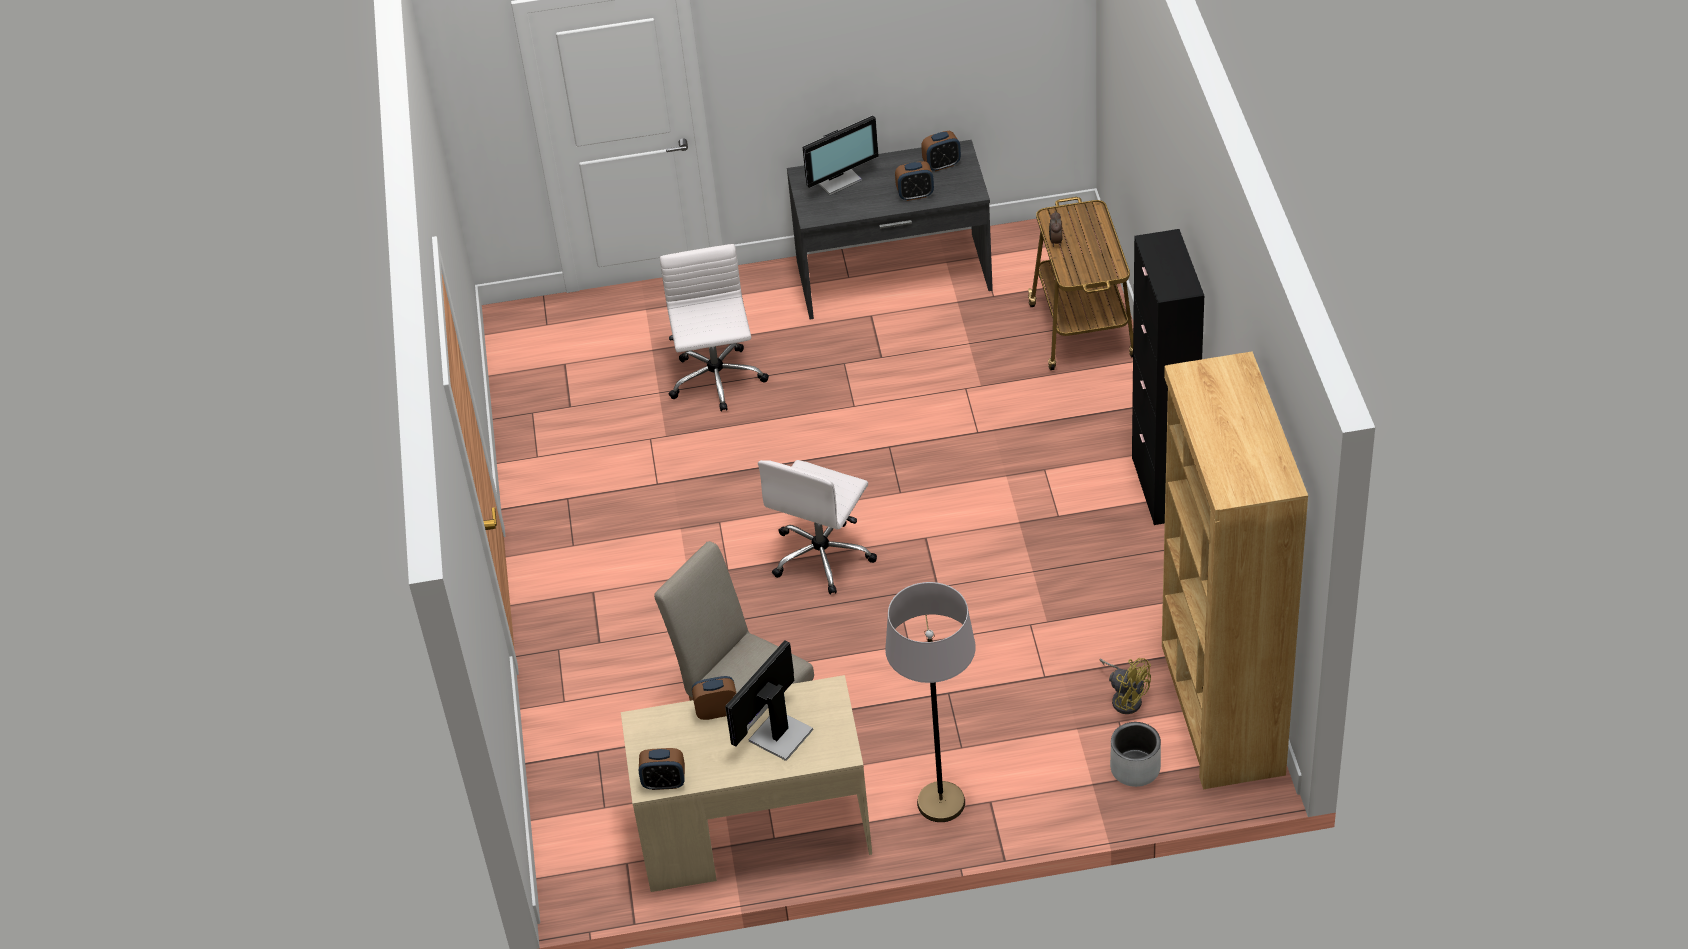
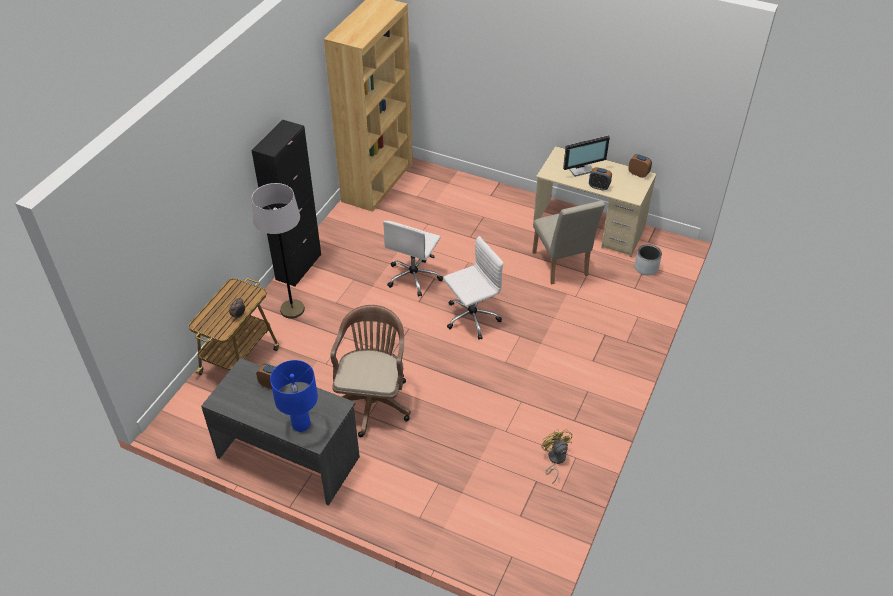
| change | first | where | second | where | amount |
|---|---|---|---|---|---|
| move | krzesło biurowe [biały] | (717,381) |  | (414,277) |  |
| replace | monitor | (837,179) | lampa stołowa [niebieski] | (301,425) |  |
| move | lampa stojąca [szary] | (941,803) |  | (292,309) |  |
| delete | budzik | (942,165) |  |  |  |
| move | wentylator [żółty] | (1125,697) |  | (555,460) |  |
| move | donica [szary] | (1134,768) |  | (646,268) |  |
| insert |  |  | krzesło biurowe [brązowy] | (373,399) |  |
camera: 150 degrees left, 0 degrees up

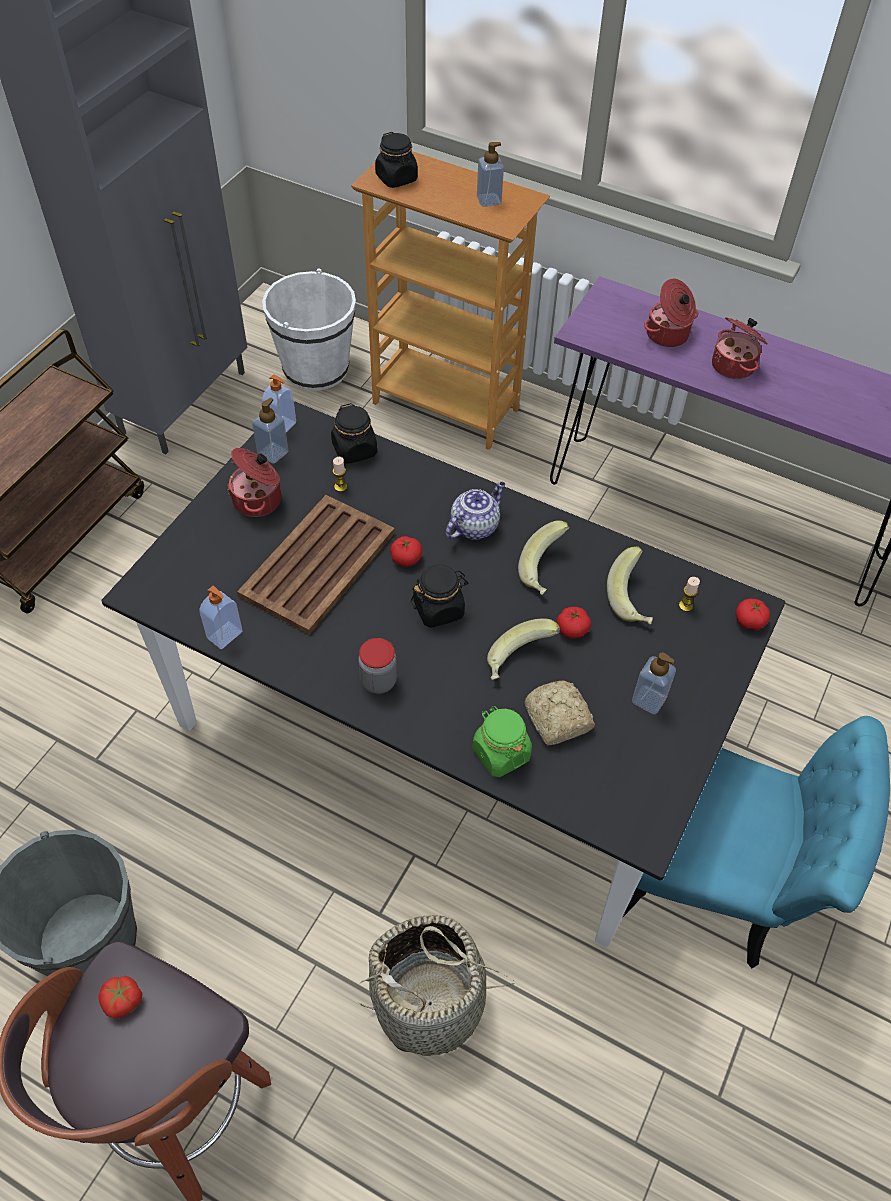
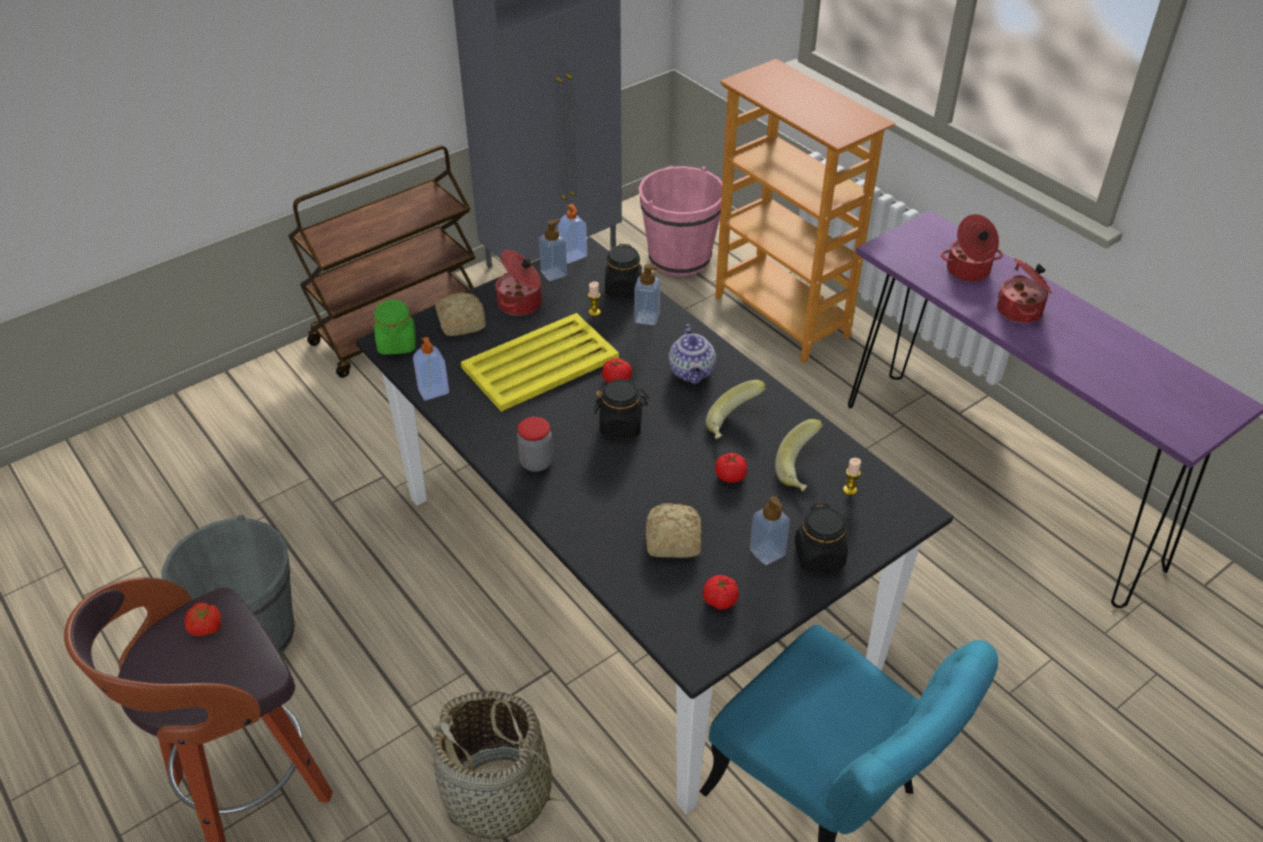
| change | first | where | second | where | amount |
|---|---|---|---|---|---|
| recolor | taca [brązowy] | (319,563) | taca [żółty] | (542,362) |  |
| recolor | wiadro [biały] | (316,368) | wiadro [różowy] | (679,258) |  |
| move | słoik [czarny] | (396,178) |  | (819,556) |  |
| rotate | imbryk | (475,526) |  | (692,373) | 105 degrees clockwise |
| move | słoik [zielony] | (500,753) |  | (397,344) |  |
| move | dozownik mydła | (489,200) |  | (647,318) |  |
| delete | banan | (519,662) |  |  |  |
| move | pomidor | (749,621) |  | (720,600) |  |
| insert |  |  | chleb | (462,321) |  |
camera: 25 degrees right, 10 degrees down

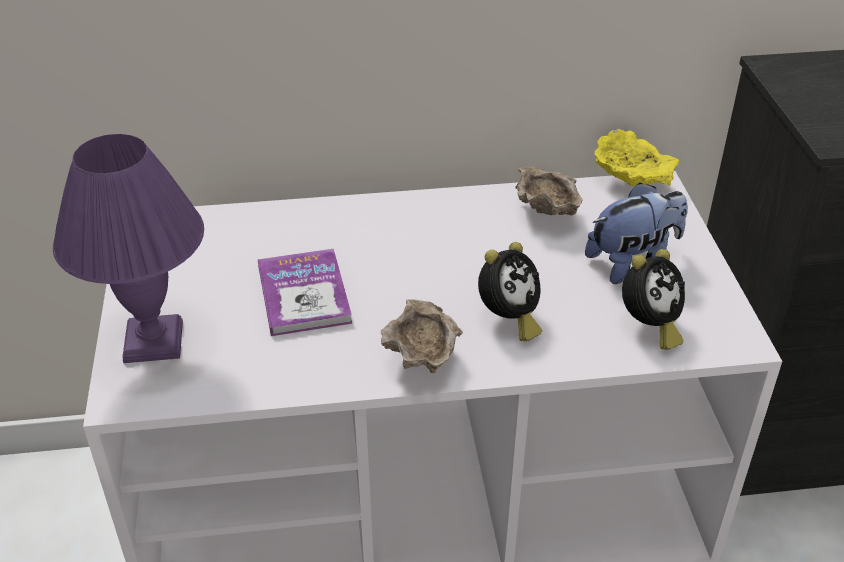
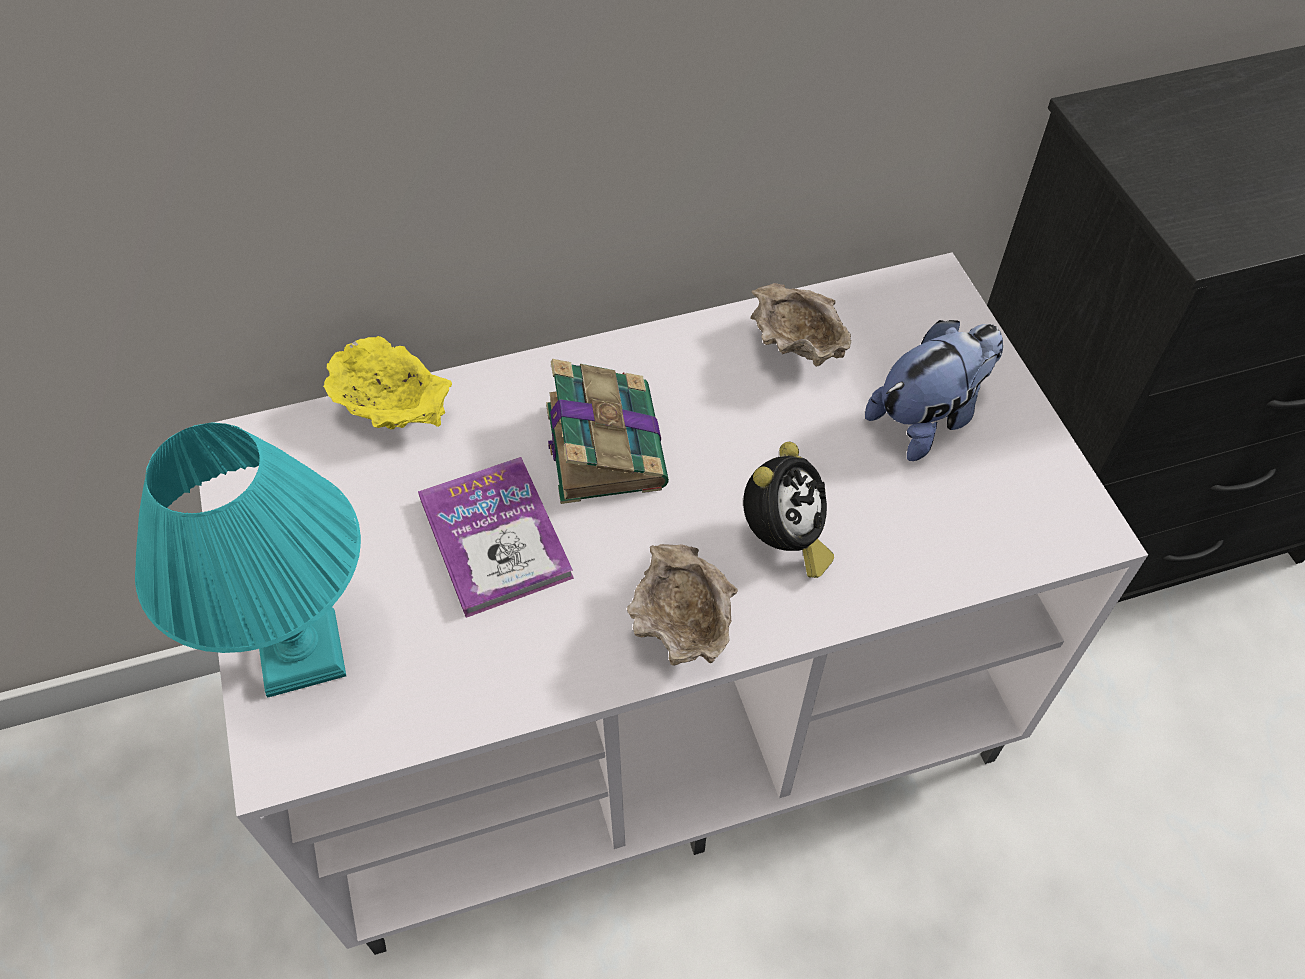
| change | first | where | second | where | amount |
|---|---|---|---|---|---|
| recolor | lampa stołowa [fioletowy] | (154,343) | lampa stołowa [turkusowy] | (303,654) |  |
| move | miska [żółty] | (631,183) |  | (395,414) |  |
| delete | budzik | (649,327) |  |  |  |
| insert |  |  | książka | (604,443) |  |
camera: 10 degrees left, 15 degrees up

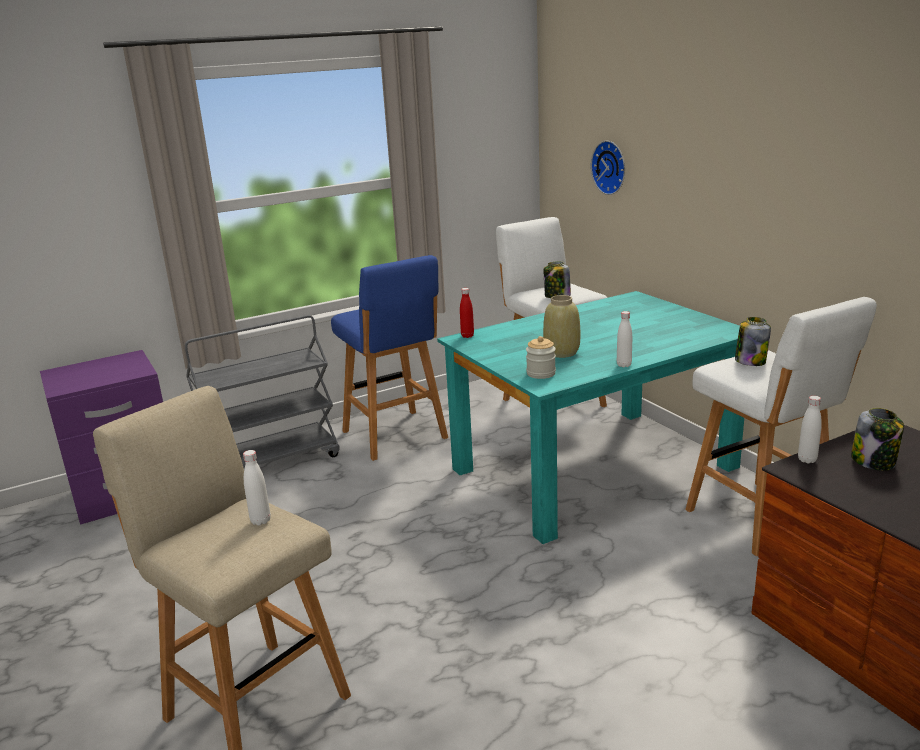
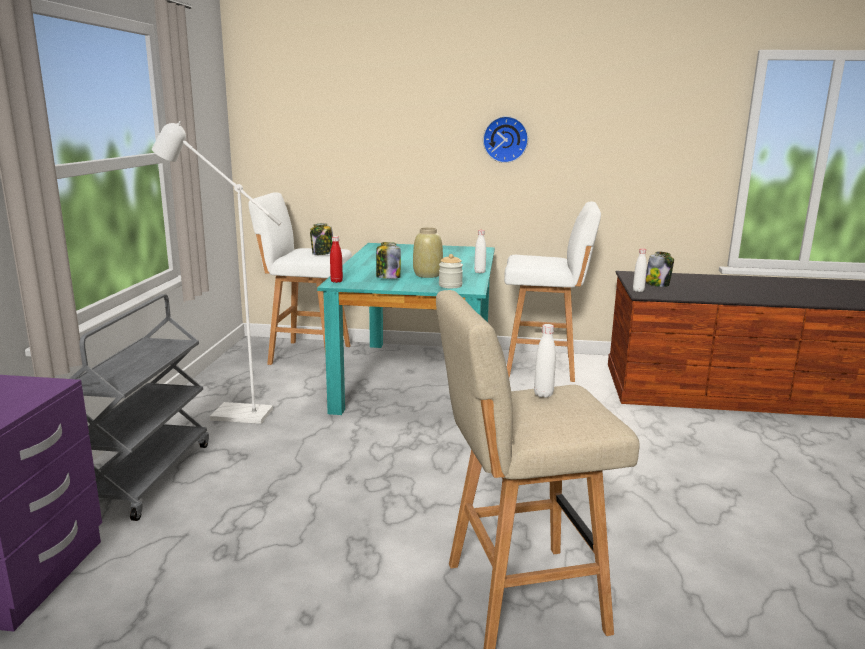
| change | first | where | second | where | amount |
|---|---|---|---|---|---|
| replace | stołek [niebieski] | (396,436) | lampa stojąca [biały] | (231,414) |  |
| move | zegar ścienny | (611,167) |  | (505,139) |  |
| move | słoik | (750,361) |  | (388,277) |  |
camera: 55 degrees left, 5 degrees down

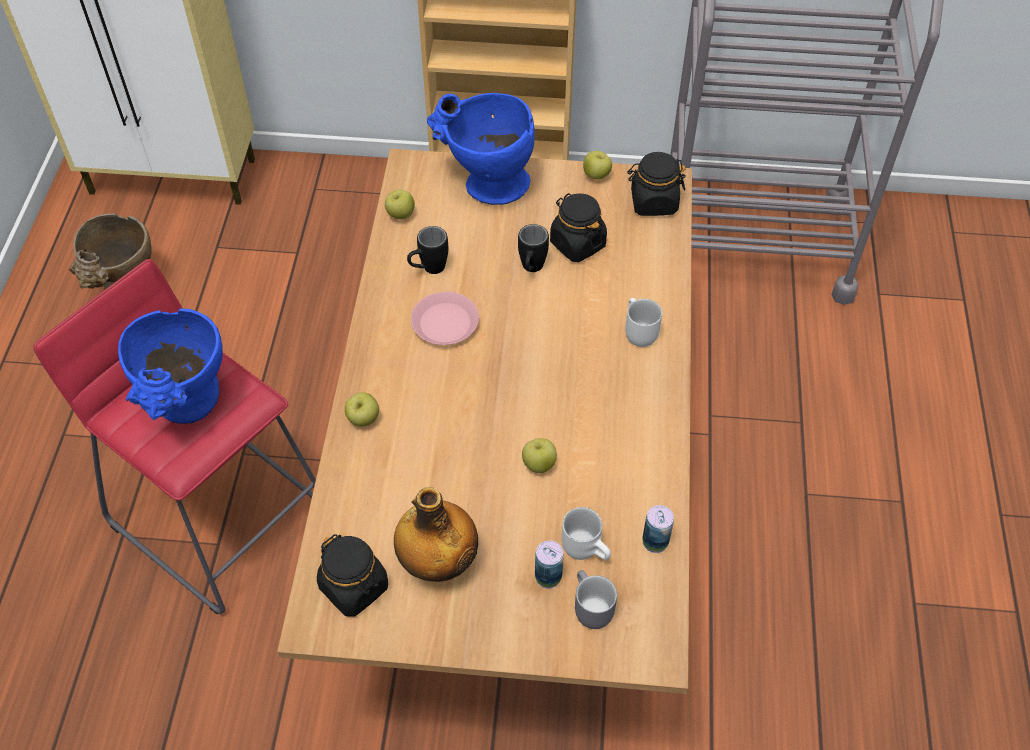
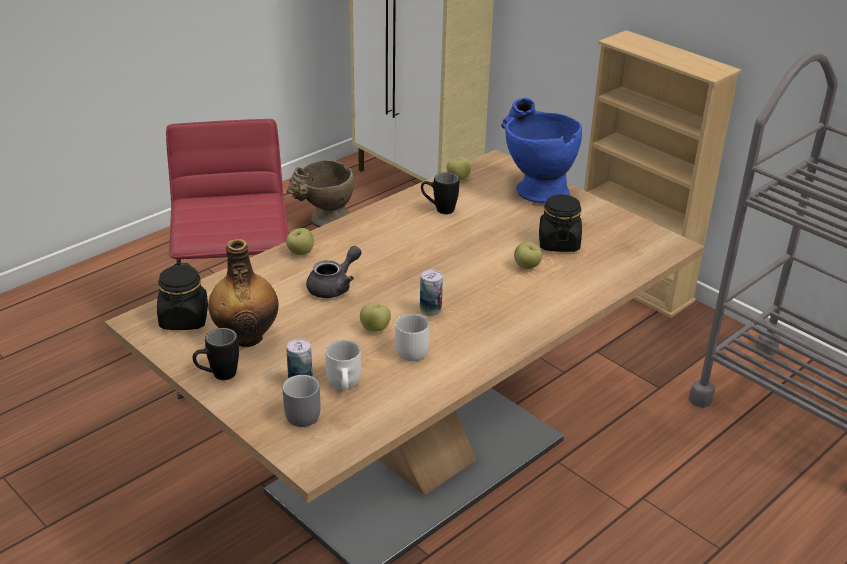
| change | first | where | second | where | amount |
|---|---|---|---|---|---|
| delete | wazon [niebieski] | (188,407) |  |  |  |
| delete | talerz [różowy] | (445,323) |  |  |  |
| move | kubek [czarny] | (531,270) |  | (217,376) |  |
| move | jabłko | (596,175) |  | (527,267) |  |
| move | kubek [biały] | (636,332) |  | (411,349) |  |
| delete | słoik [czarny] | (653,202) |  |  |  |
| move | puszka | (655,542) |  | (430,310) |  |
| insert |  |  | imbryk [szary] | (334,287) |  |
camera: 40 degrees right, 20 degrees down

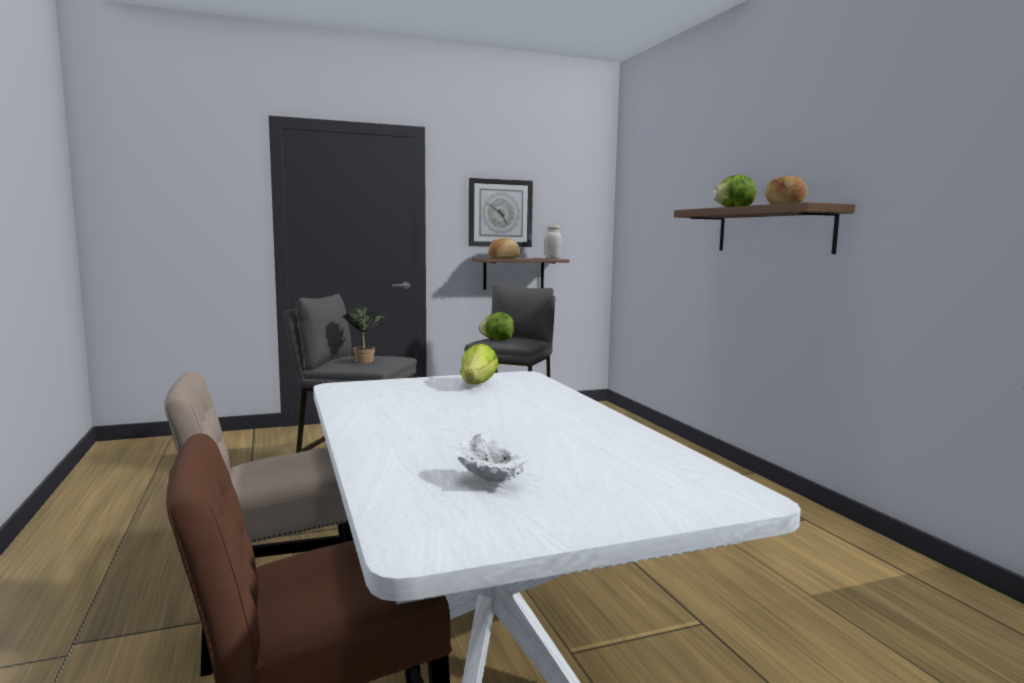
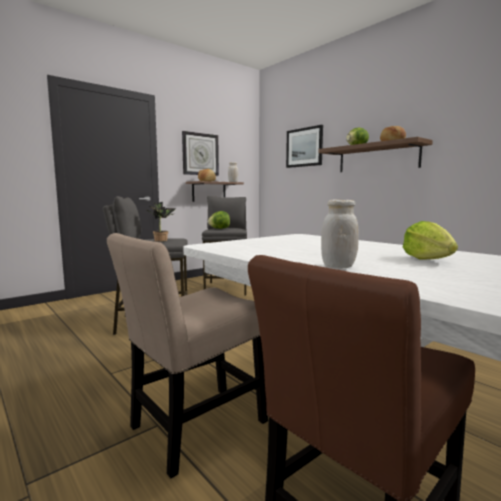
| change | first | where | second | where | amount |
|---|---|---|---|---|---|
| delete | miska [biały] | (490,482) |  |  |  |
| move | sałata | (477,384) |  | (428,259) |  |
| insert |  |  | obraz | (304,147) |  |
| insert |  |  | słoik [biały] | (338,266) |  |
camera: 20 degrees left, 0 degrees up

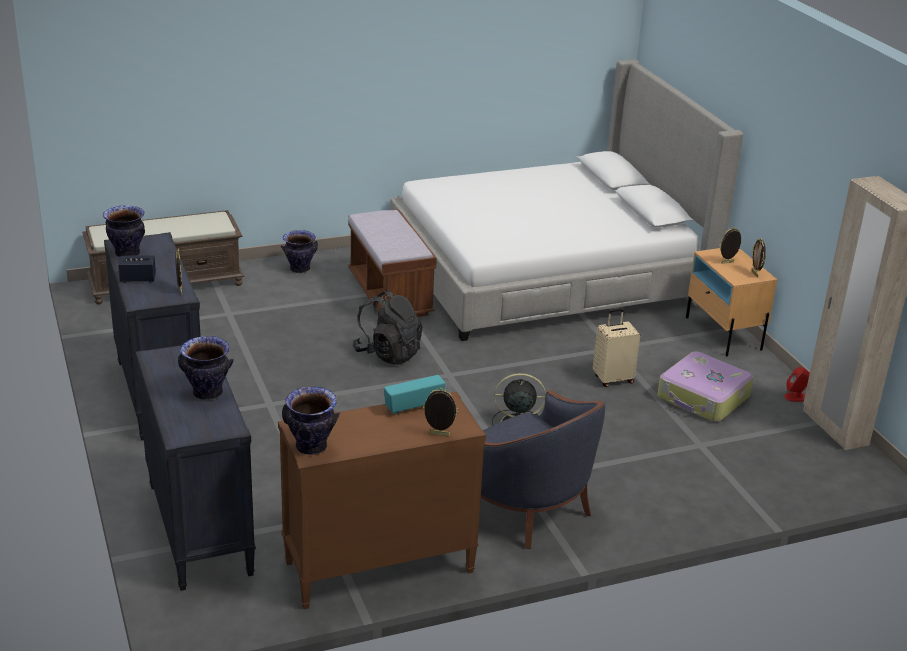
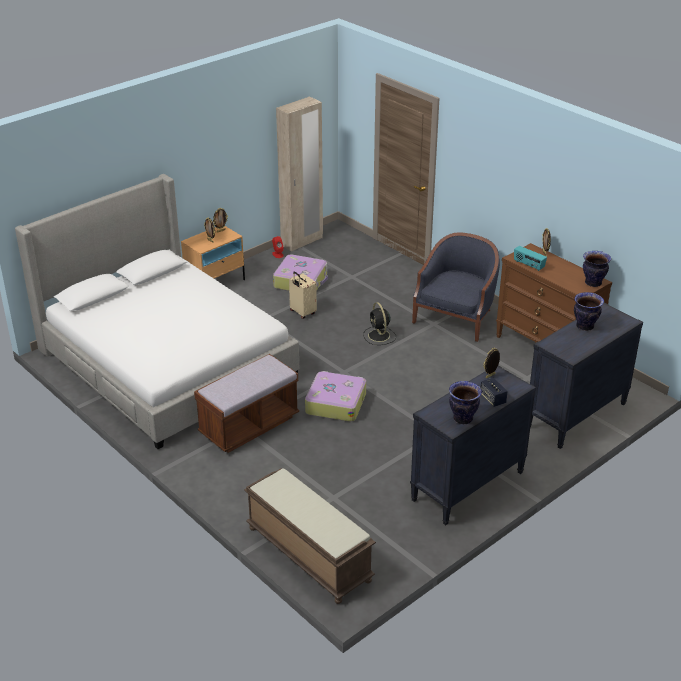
| change | first | where | second | where | amount |
|---|---|---|---|---|---|
| delete | wazon | (299,269) |  |  |  |
| replace | plecak [czarny] | (388,353) | walizka | (335,403) |  |
camera: 110 degrees left, 5 degrees up

